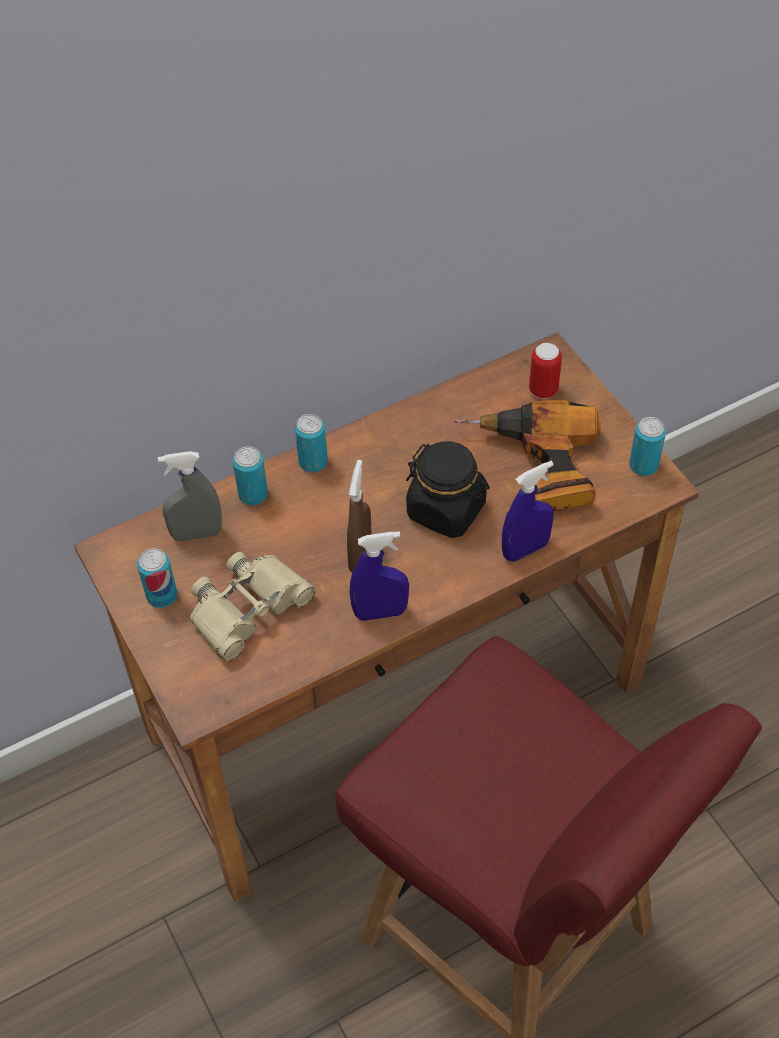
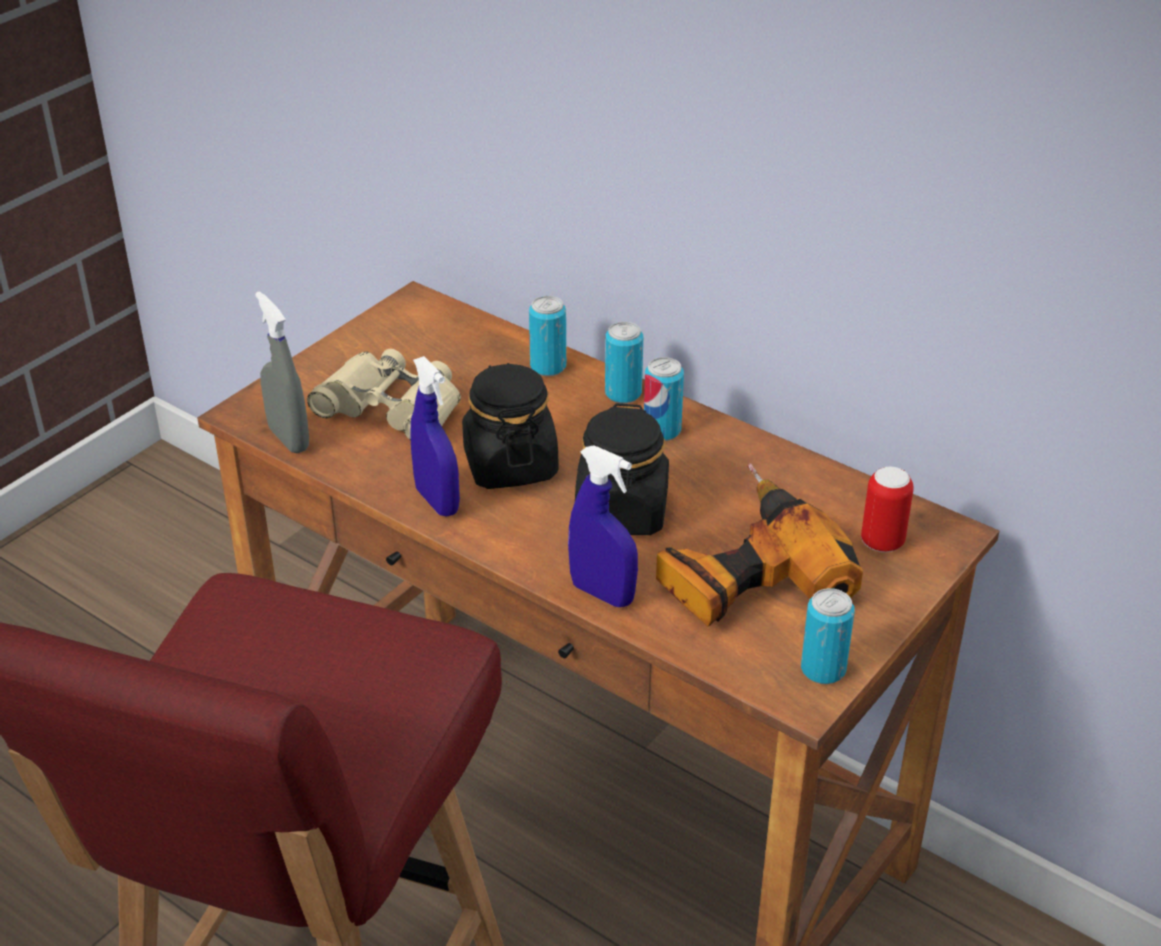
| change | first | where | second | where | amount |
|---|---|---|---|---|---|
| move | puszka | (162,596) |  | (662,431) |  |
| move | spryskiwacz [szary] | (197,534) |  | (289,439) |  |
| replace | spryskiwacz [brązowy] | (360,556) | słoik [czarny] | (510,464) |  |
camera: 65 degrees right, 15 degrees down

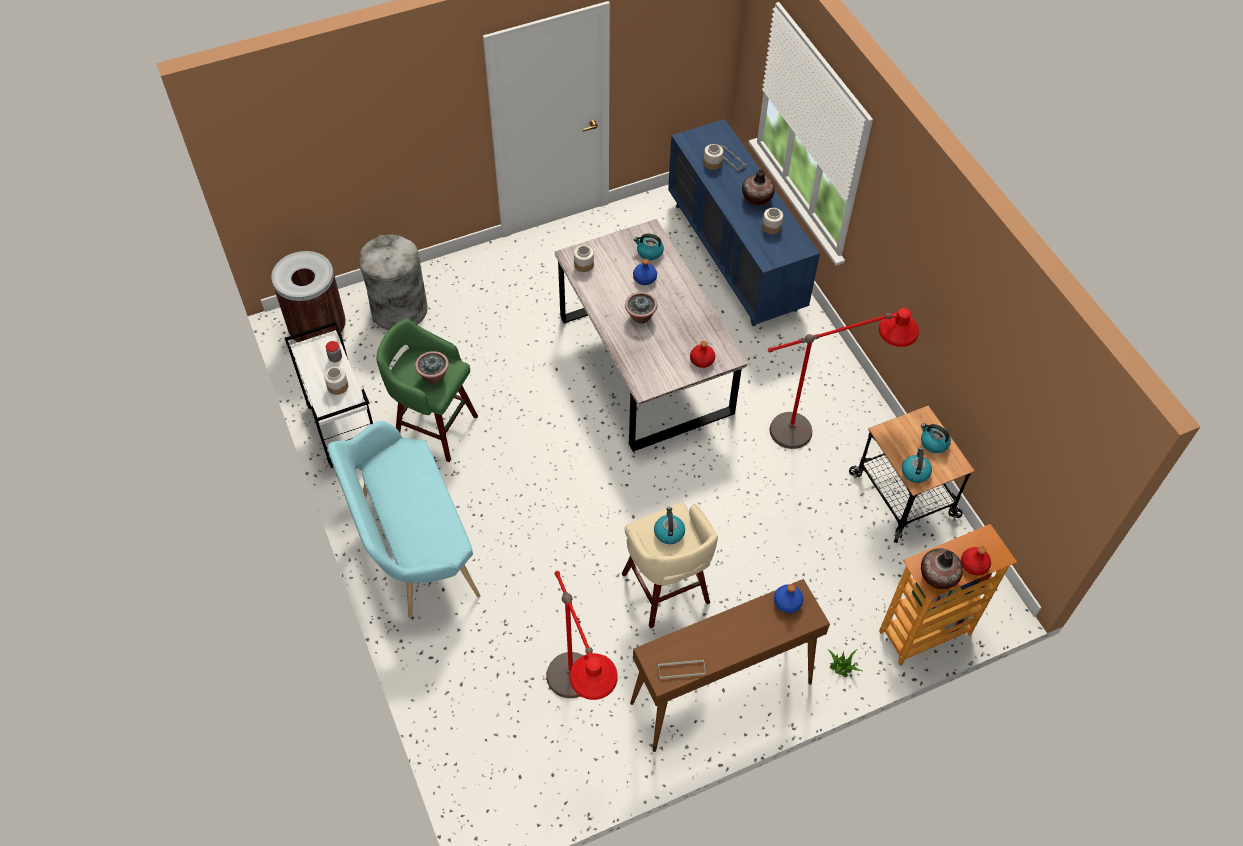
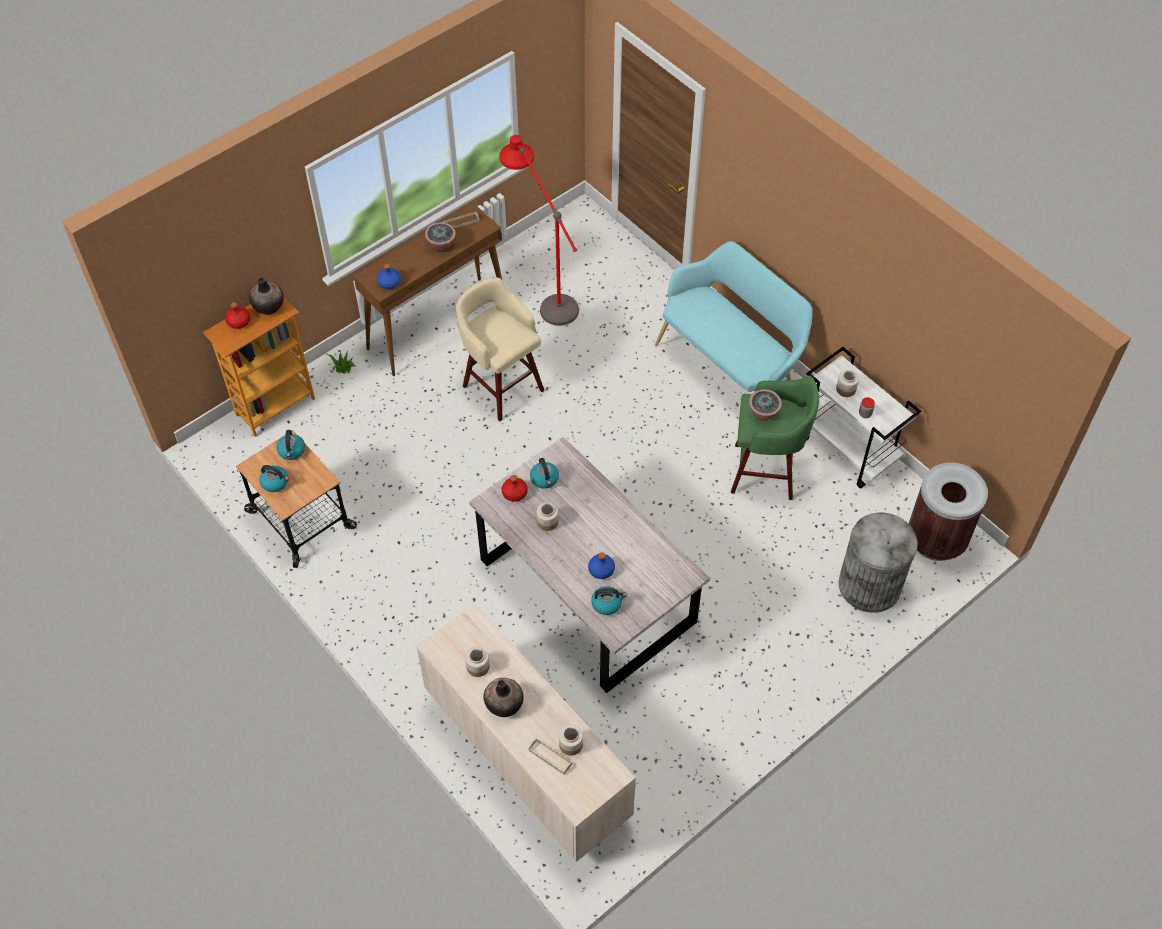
| change | first | where | second | where | amount |
|---|---|---|---|---|---|
| move | słoik | (583,264) |  | (547,522) |  |
| move | roślina doniczkowa | (640,317) |  | (441,246) |  |
| move | czajnik | (669,532) |  | (545,479) |  |
| recolor | komoda [niebieski] | (735,257) | komoda [beżowy] | (526,757) |  |
| delete | lampa stojąca [czerwony] | (821,432) |  |  |  |
camera: 165 degrees right, 0 degrees up

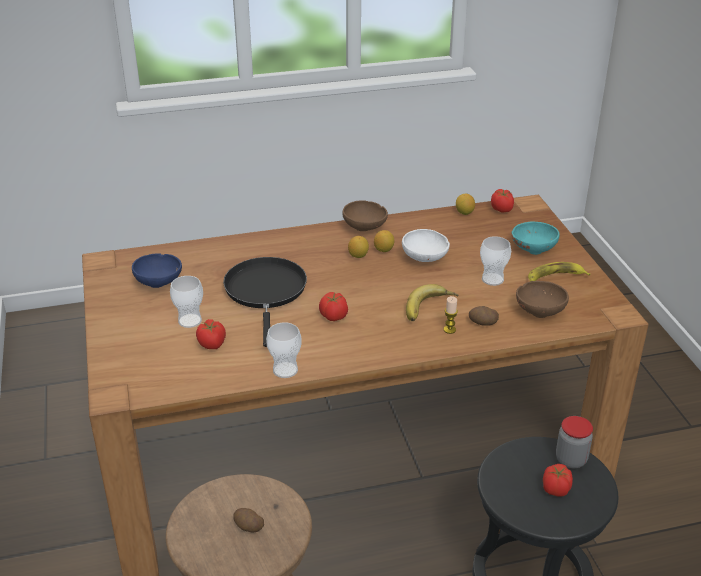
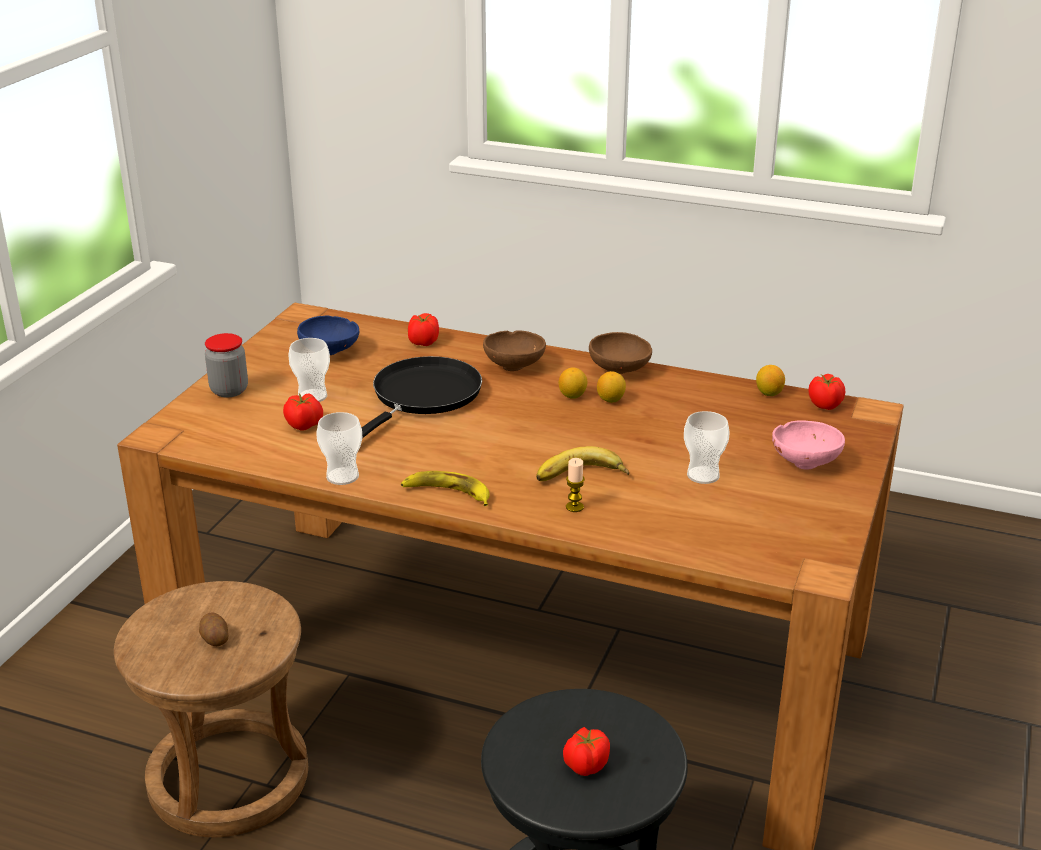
| change | first | where | second | where | amount |
|---|---|---|---|---|---|
| move | pomidor | (333,316) |  | (423,342) |  |
| delete | miska [biały] | (425,259) |  |  |  |
| delete | ziemniak | (483,323) |  |  |  |
| recolor | miska [turkusowy] | (533,249) | miska [różowy] | (805,461) |  |
| move | miska [brązowy] | (540,311) |  | (515,365) |  |
| move | banan | (555,277) |  | (447,493) |  |
| move | słoik | (571,459) |  | (229,390) |  |
camera: 35 degrees right, 5 degrees down

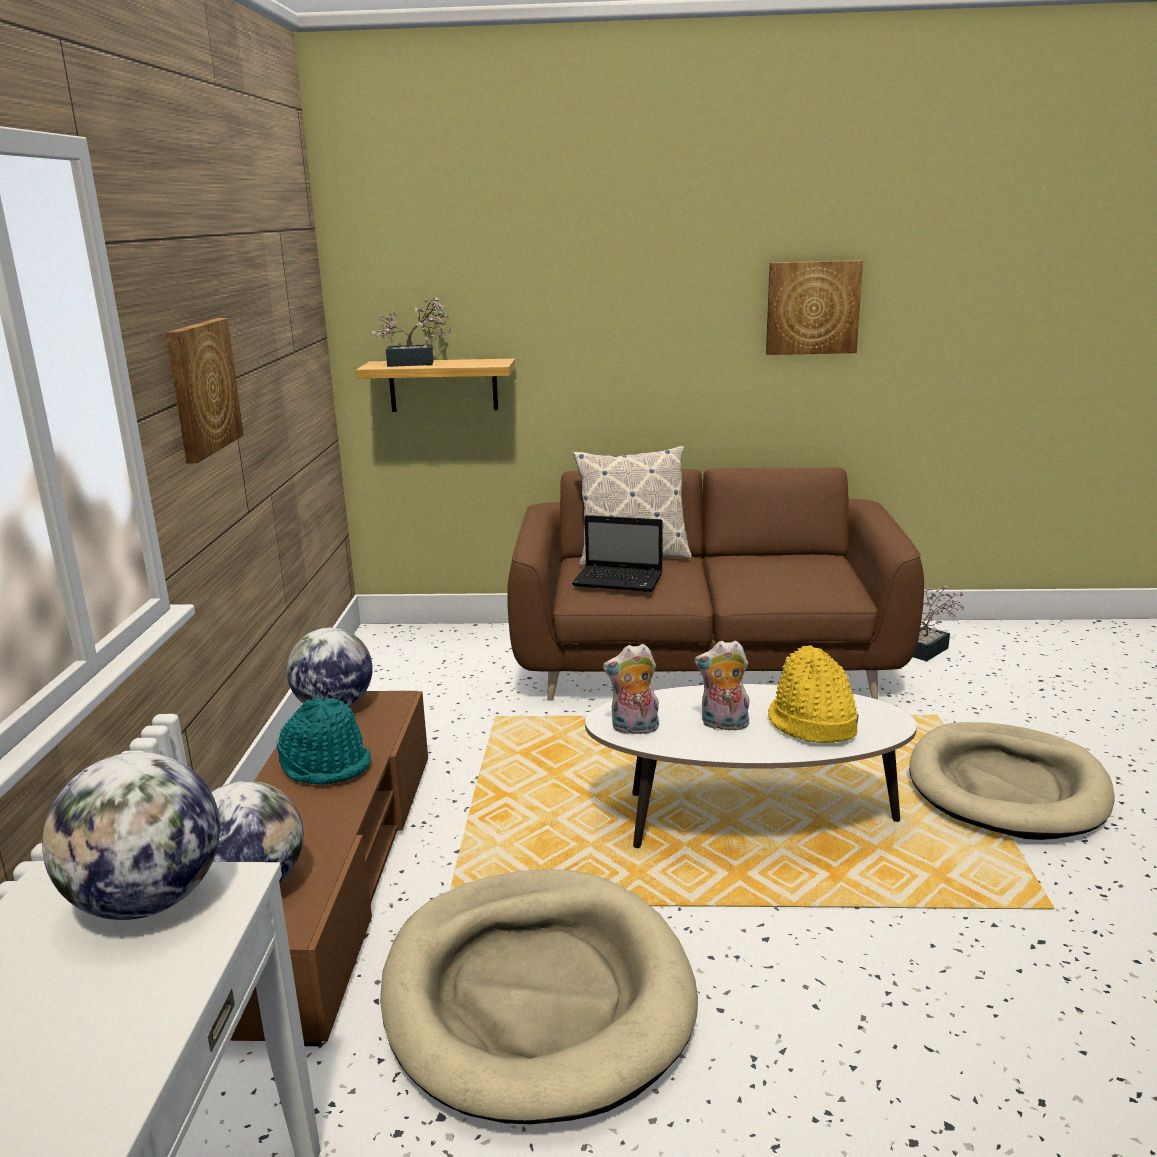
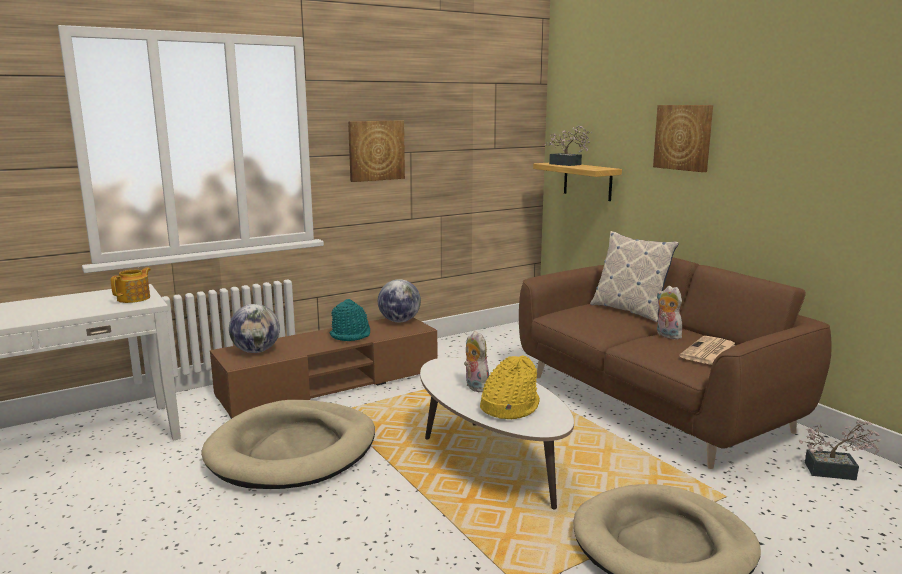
| change | first | where | second | where | amount |
|---|---|---|---|---|---|
| replace | globus | (148,901) | imbryk | (134,298) |  |
| delete | laptop | (620,580) |  |  |  |
| move | pluszak | (634,729) |  | (666,335) |  |
| move | obraz | (812,307) |  | (683,137) |  |
| insert |  |  | gazeta | (709,352) |  |
camera: 55 degrees right, 5 degrees down

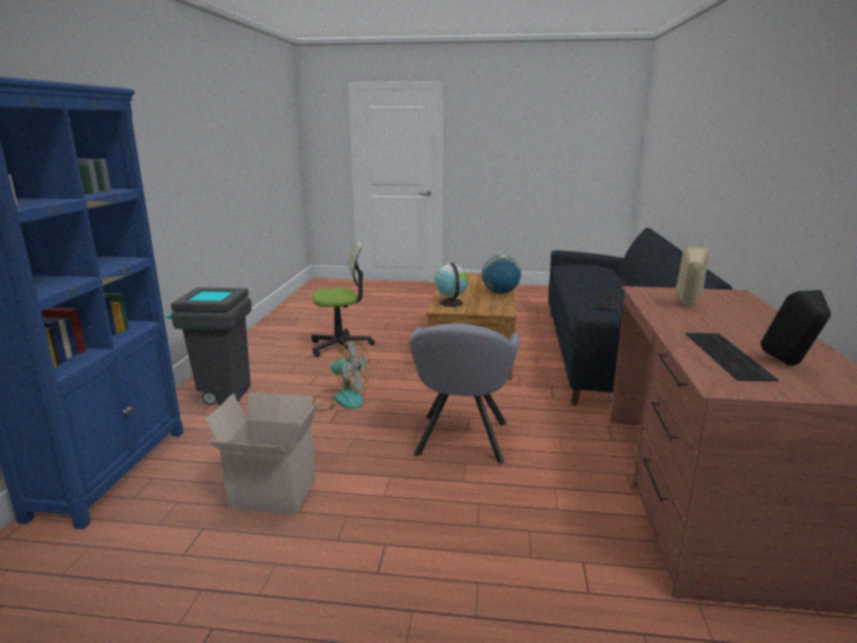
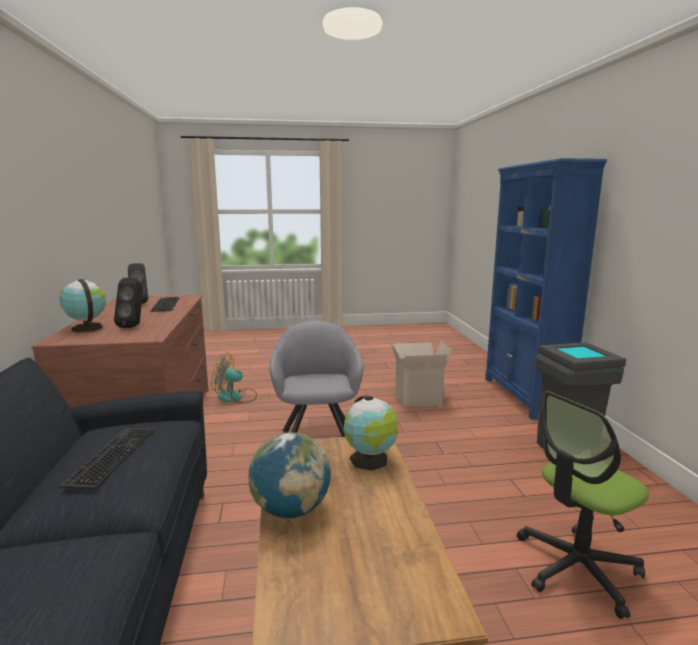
| change | first | where | second | where | amount |
|---|---|---|---|---|---|
| move | wentylator | (341,399) |  | (235,397) |  |
| recolor | głośnik [beżowy] | (687,306) | głośnik [czarny] | (134,326) |  |
| insert |  |  | globus | (86,328) |  |
camera: 165 degrees right, 5 degrees down

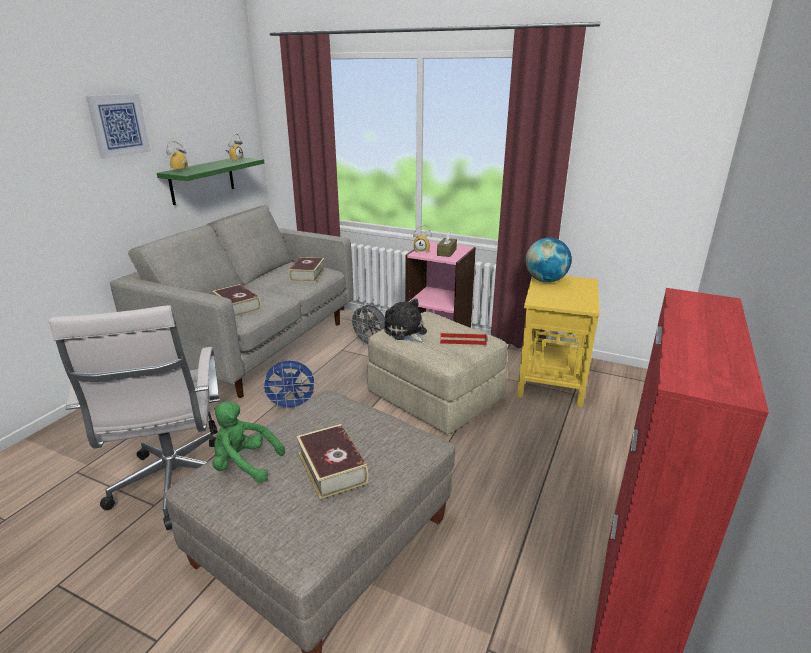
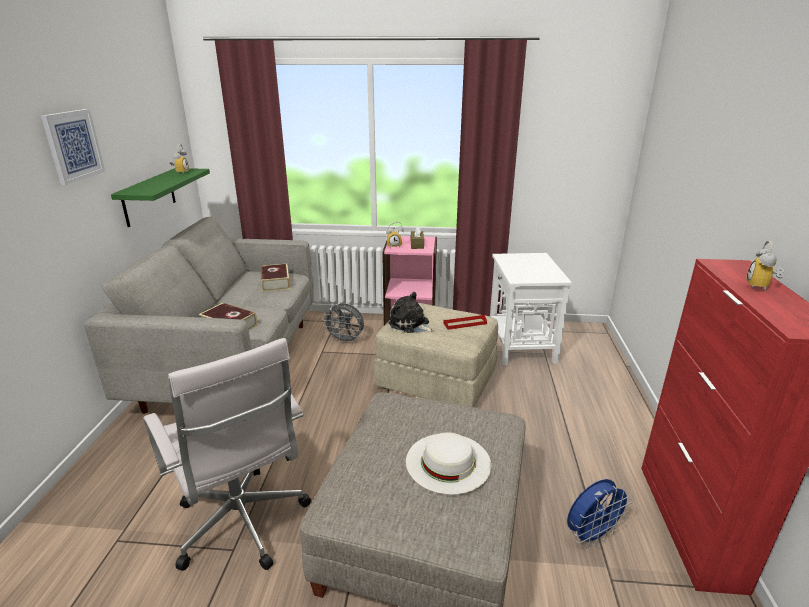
| change | first | where | second | where | amount |
|---|---|---|---|---|---|
| move | budzik | (181,171) |  | (761,287) |  |
| delete | pluszak [zielony] | (244,465) |  |  |  |
| move | wentylator [niebieski] | (292,406) |  | (591,535) |  |
| replace | książka | (332,468) | kapelusz [biały] | (448,462) |  |
| recolor | stolik [żółty] | (550,380) | stolik [biały] | (520,345) |  |
| delete | globus | (545,281) |  |  |  |
camera: 20 degrees left, 0 degrees up

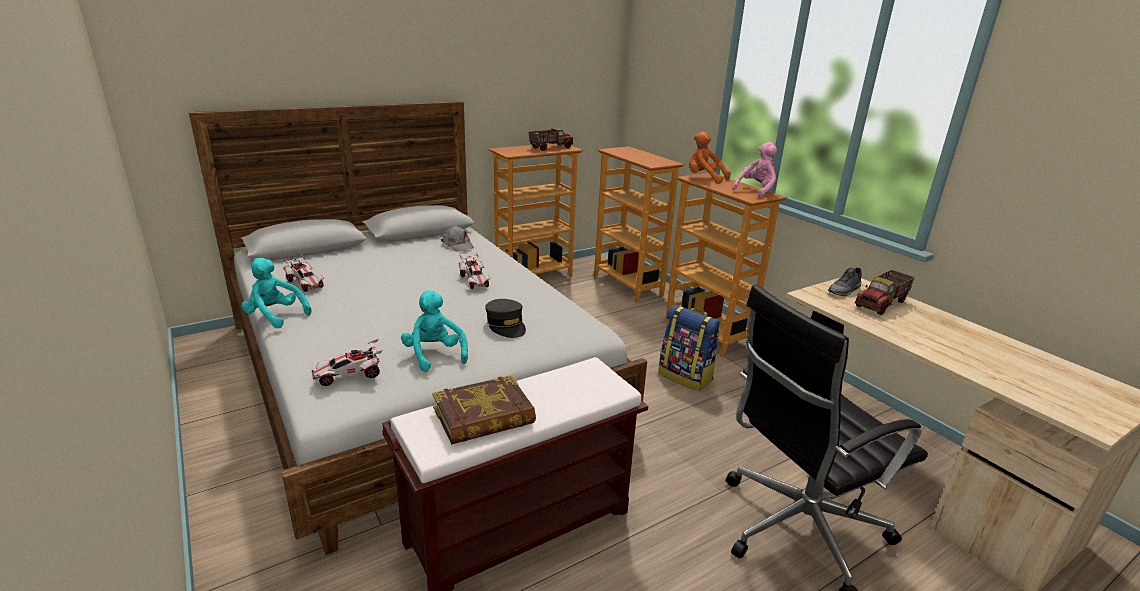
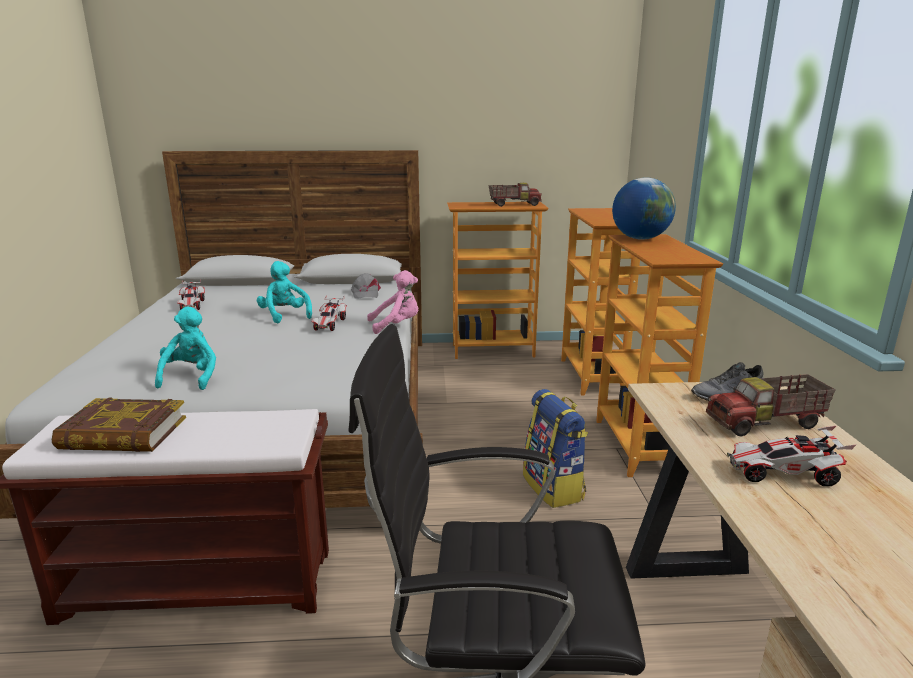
| change | first | where | second | where | amount |
|---|---|---|---|---|---|
| move | pluszak [turkusowy] | (275,316) |  | (285,315) |  |
| move | samochodzik | (349,375) |  | (783,474) |  |
| delete | czapka z daszkiem [szary] | (506,325) |  |  |  |
| replace | pluszak [pomarańczowy] | (704,179) | globus | (640,238) |  |
| move | pluszak [różowy] | (756,191) |  | (396,326) |  |
camera: 30 degrees right, 5 degrees down

